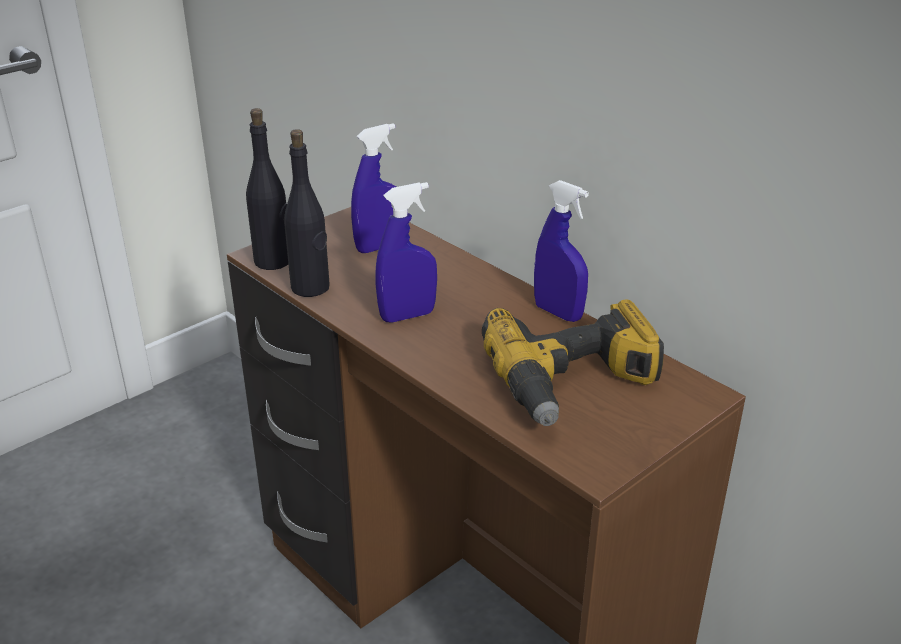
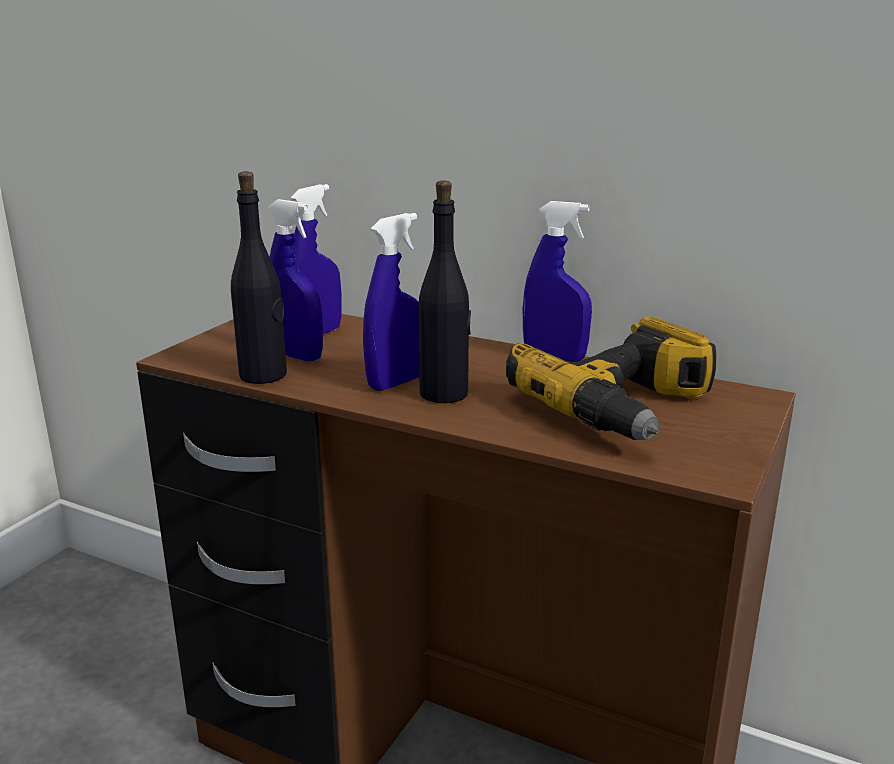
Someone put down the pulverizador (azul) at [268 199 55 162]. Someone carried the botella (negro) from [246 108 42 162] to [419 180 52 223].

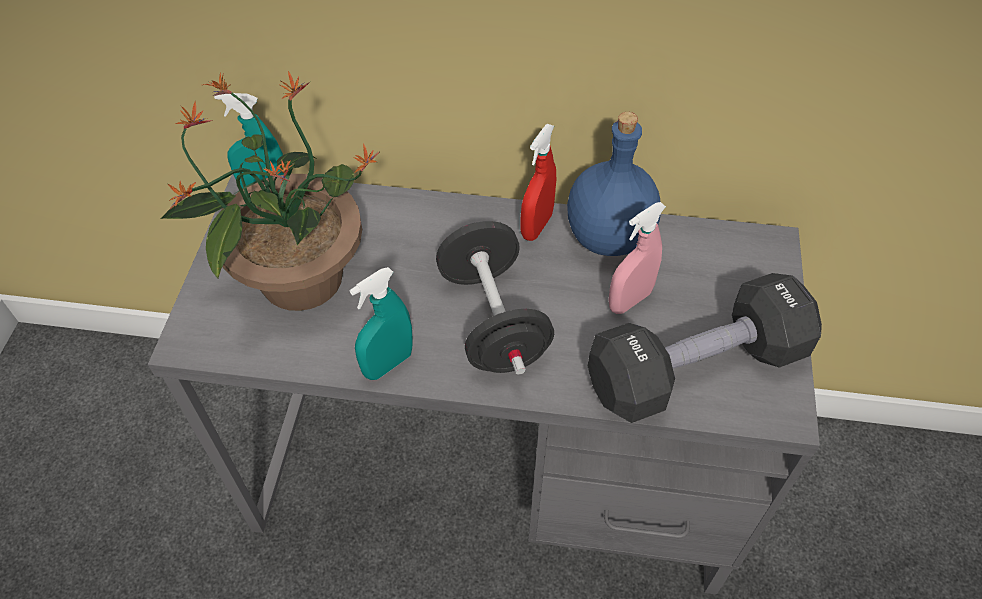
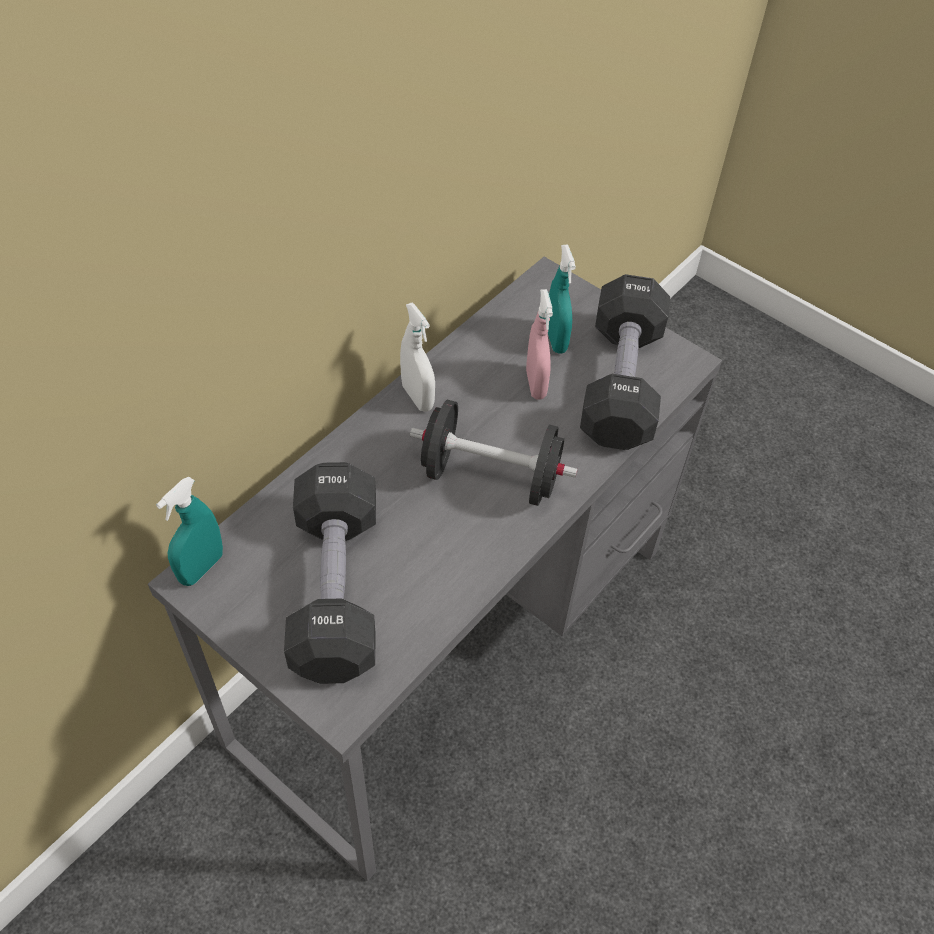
Someone took away the botella (azul) at [567 112 94 144]. Someone carried the pulverizador (turquesa) from [350 267 63 113] to [548 244 28 110]. Someone swapped the planta en maceta at [161 71 219 240] for the mancuerna (negro) at [284 462 92 222]. Someone repainted the pulverizador (rojo) at [521 124 35 117], which became the pulverizador (blanco) at [400 302 35 110].

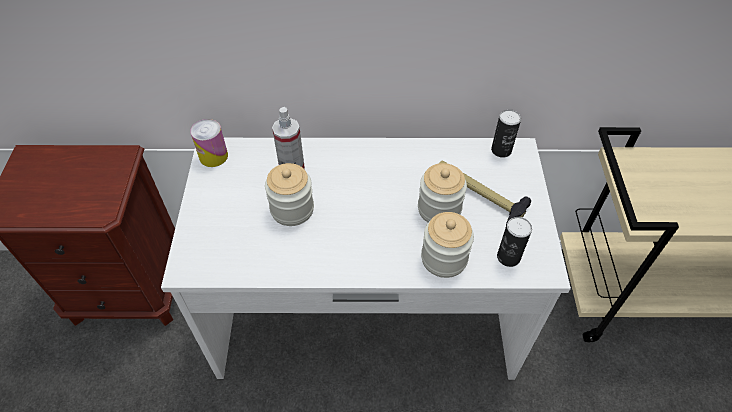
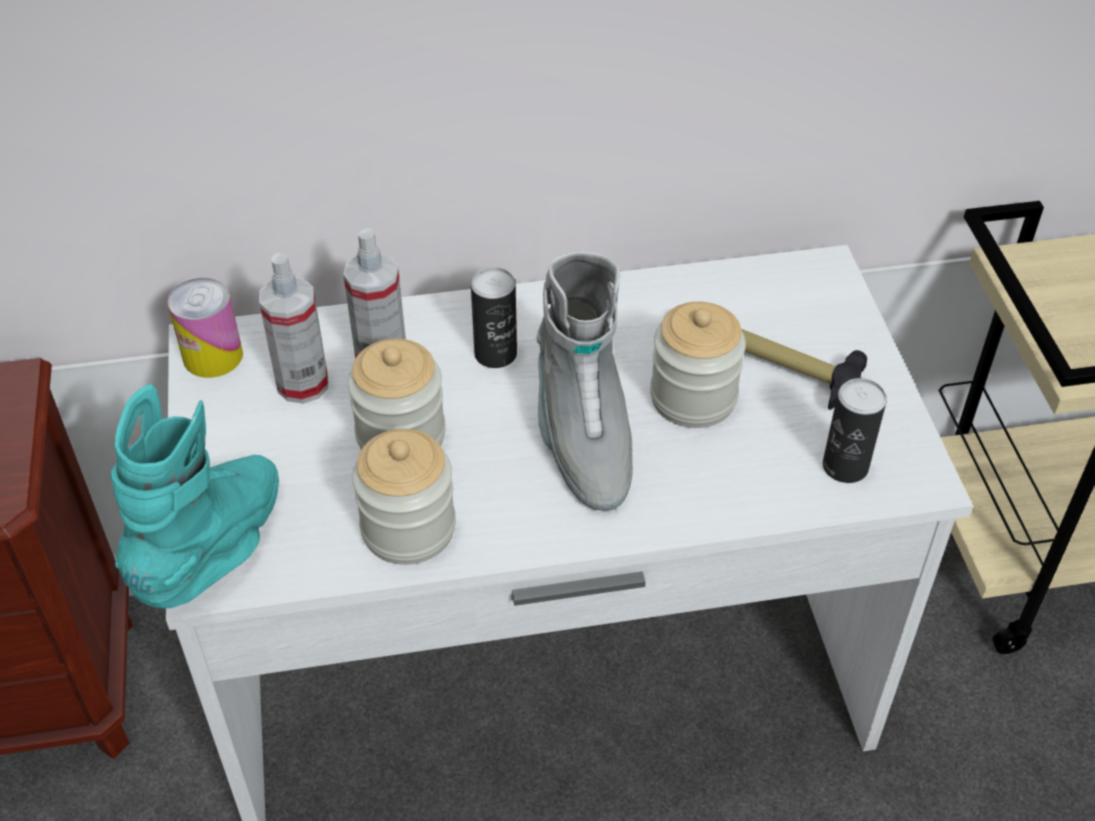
Someone put down the bota (turquesa) at [111 384 168 225]. Someone put down the pulverizador at [259 252 69 152]. Someone put down the bota (gris) at [536 251 97 260]. Someone carried the tarro from [421 212 53 66] to [352 429 104 136]. Someone carried the lata from [491 109 30 49] to [471 267 46 101].

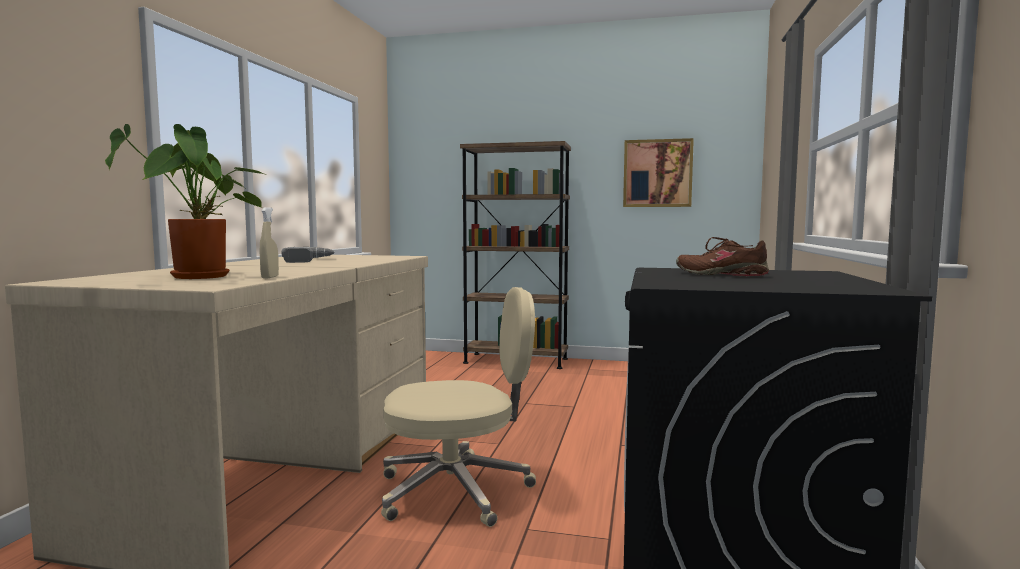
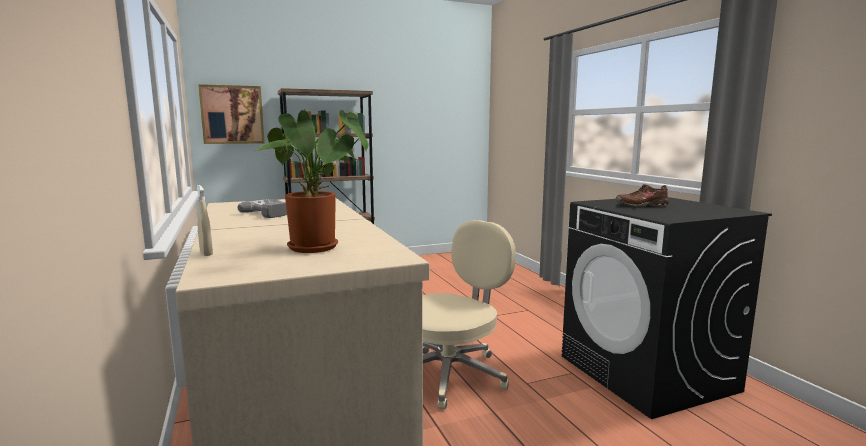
Someone carried the pulverizador (beis) from [259 207 20 72] to [197 185 16 71]. Someone carried the cuadro from [623 138 71 69] to [198 84 67 60].

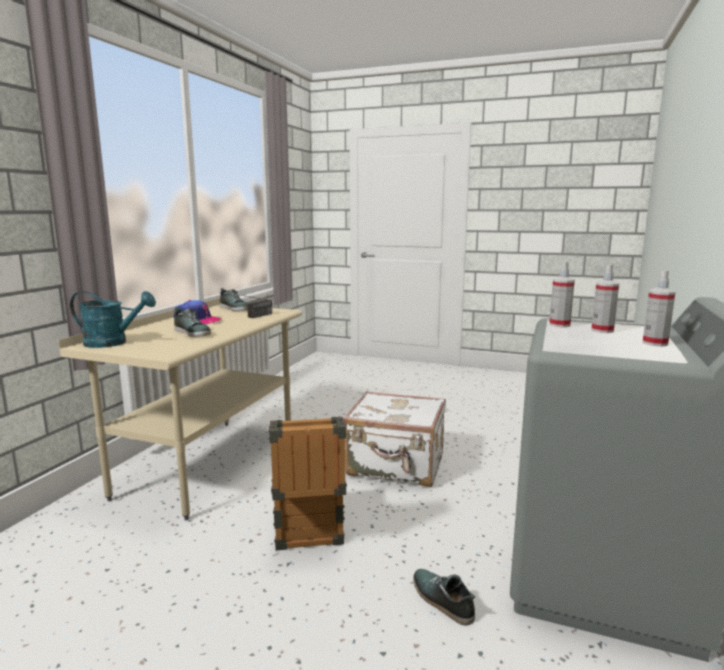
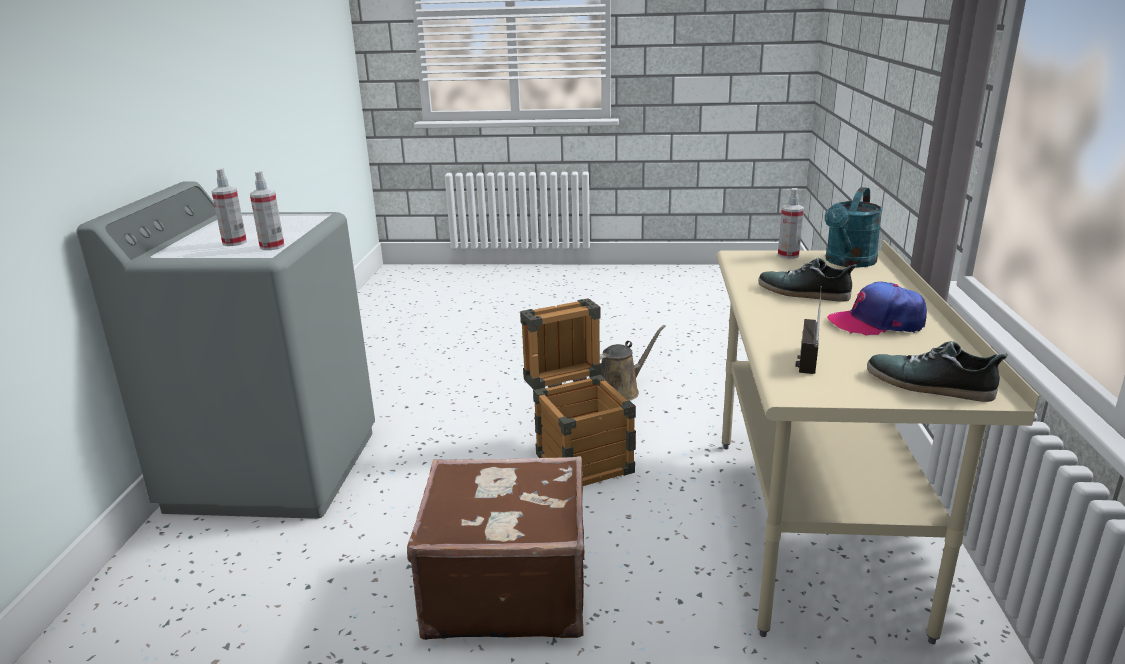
Someone took away the zapato at [413 569 63 57]. Someone put down the regadera (marrón) at [600 325 66 76]. Someone carried the pulverizador from [642 270 34 77] to [778 188 26 71]. Someone repainted the maleta (blanco) at [344 391 102 96], which became the maleta (marrón) at [407 456 177 184]. Someone rotated the regadera (turquesa) at [70 291 86 57] by 45 degrees counterclockwise.

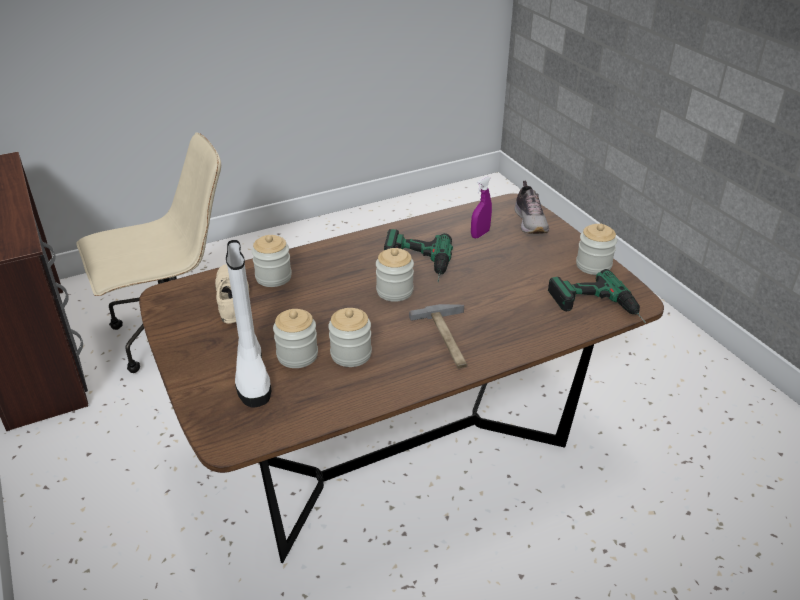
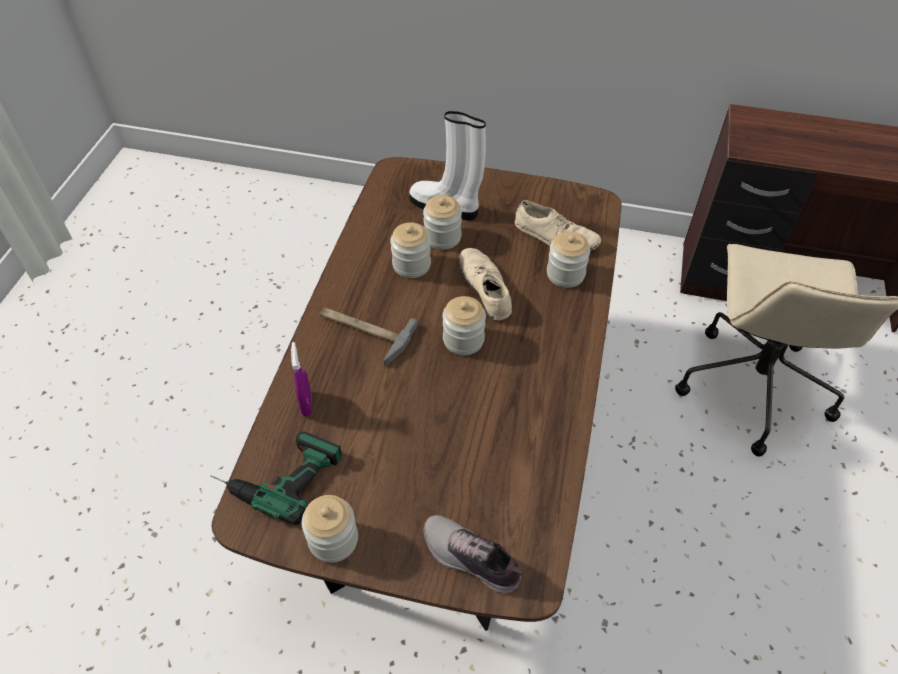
Someone took away the taladro at [384 229 69 53]. Someone put down the zapato (beis) at [459 248 53 72]. Someone carried the pulverizador (morado) from [471 176 21 62] to [291 342 21 74].

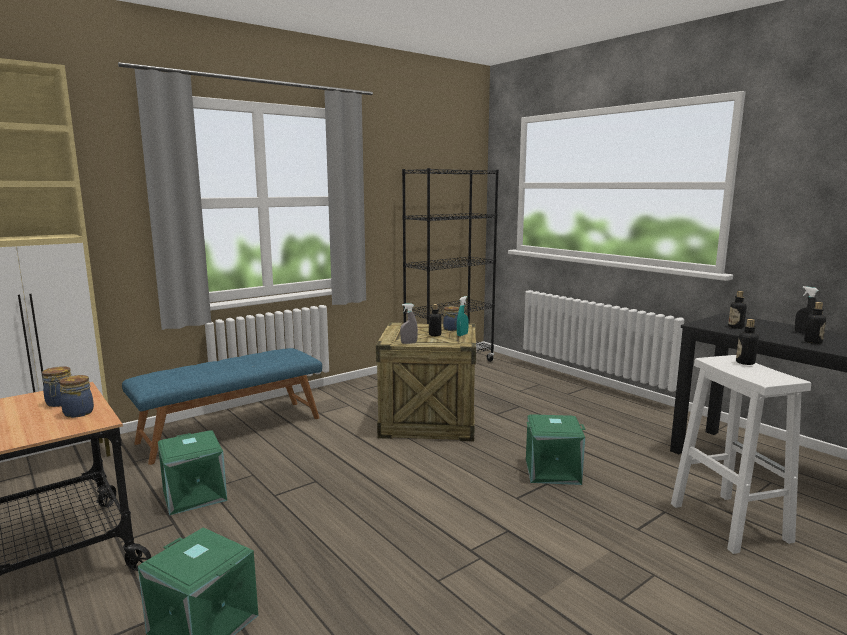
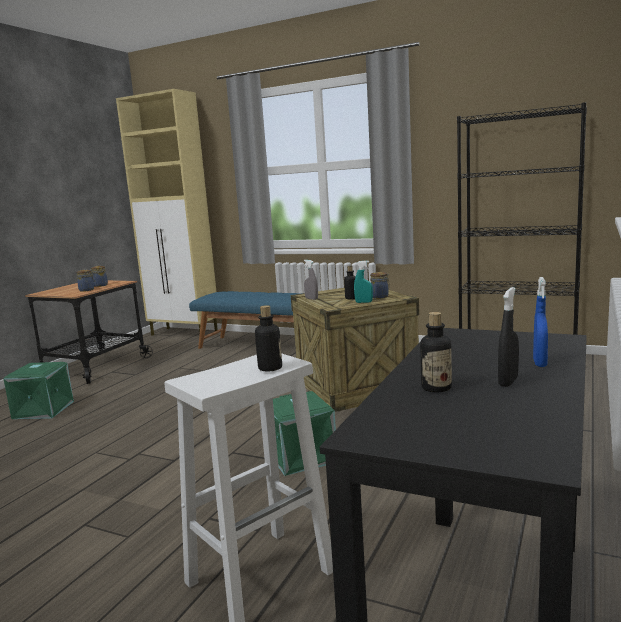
Someone took away the caja de almacenaje (verde) at [158 430 69 85]. Someone took away the botella at [728 291 19 38]. Someone put down the pulverizador (azul) at [533 277 15 90].

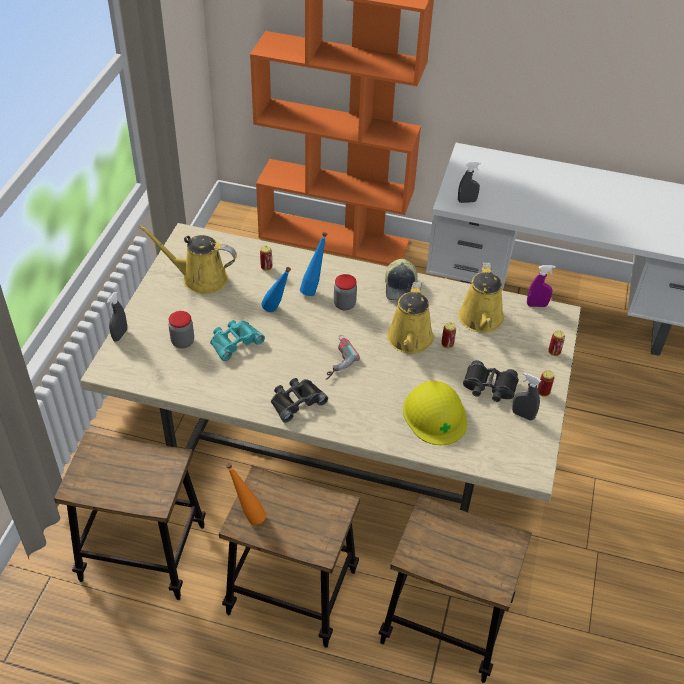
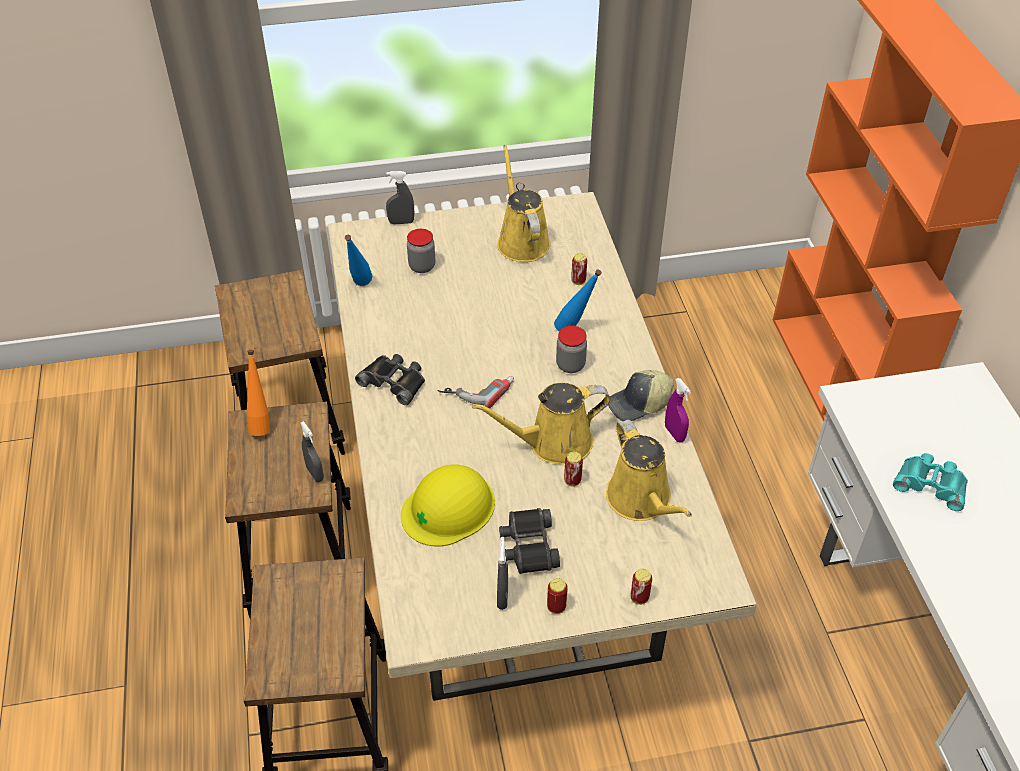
Someone carried the prismáticos (turquesa) from [210 320 55 41] to [893 453 75 58]. Someone carried the botella (azul) from [262 267 29 45] to [345 235 27 51]. Someone carried the pulverizador (gris) from [458 162 23 41] to [301 421 23 61]. Someone carried the pulverizador (morado) from [527 265 29 42] to [665 378 26 65]. Someone rotated the regadera (amarillo) at [459 262 45 71] by 90 degrees counterclockwise.

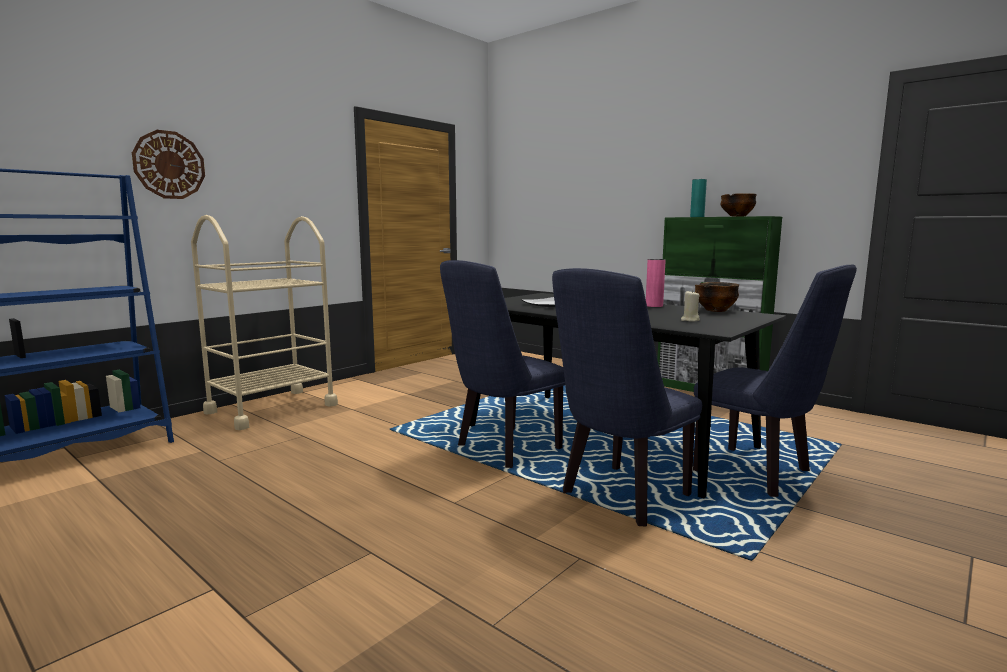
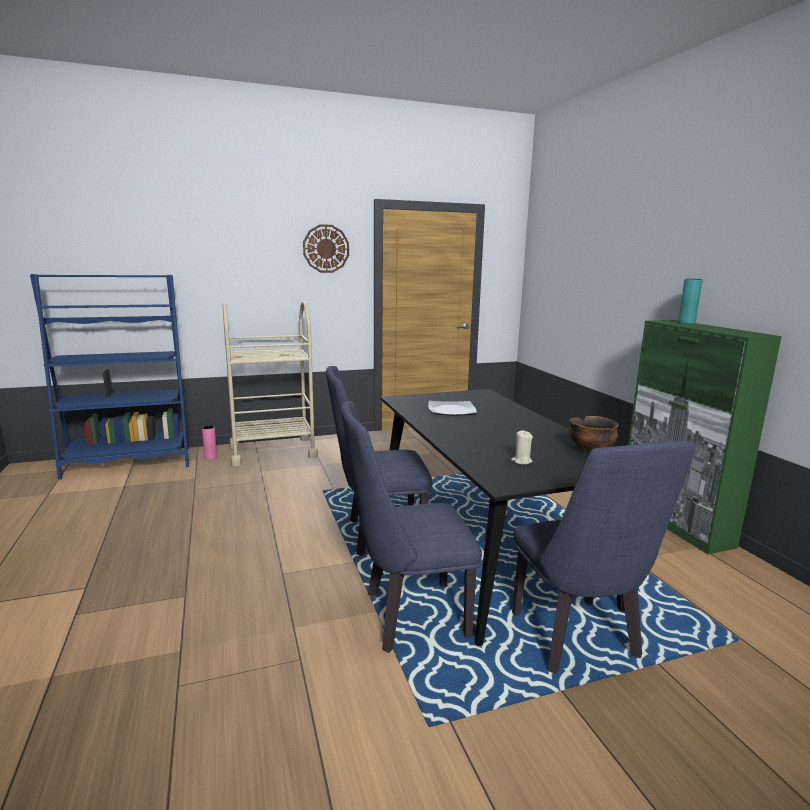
Someone took away the cuenco at [721 193 36 23]. Someone carried the reloj de pared from [132 130 73 69] to [303 224 46 49]. Someone carried the florero (rosa) from [646 259 20 48] to [202 425 15 35].

